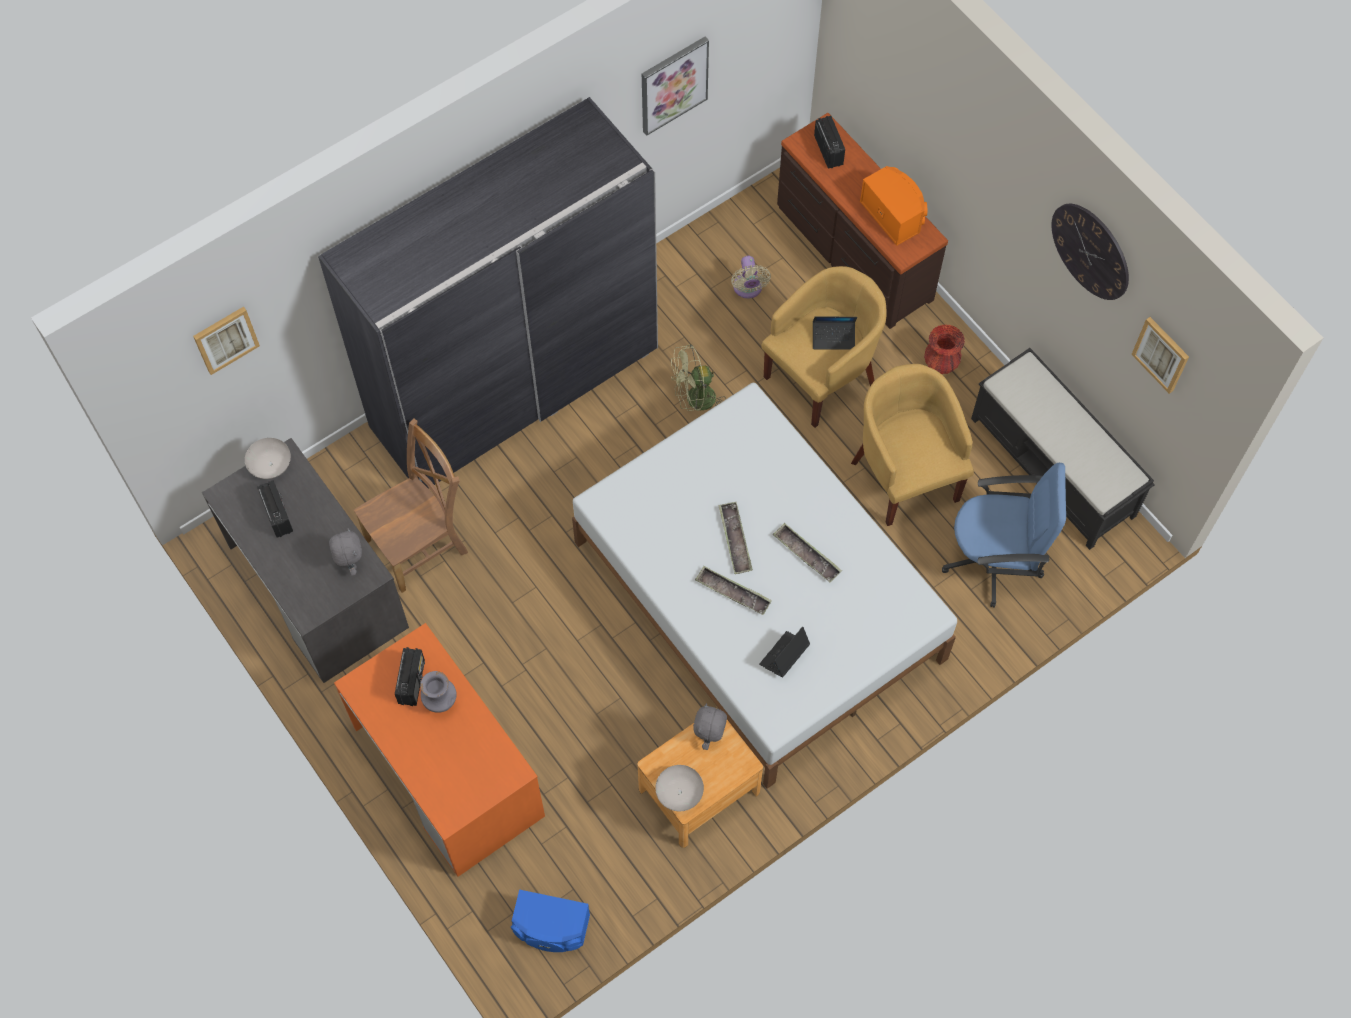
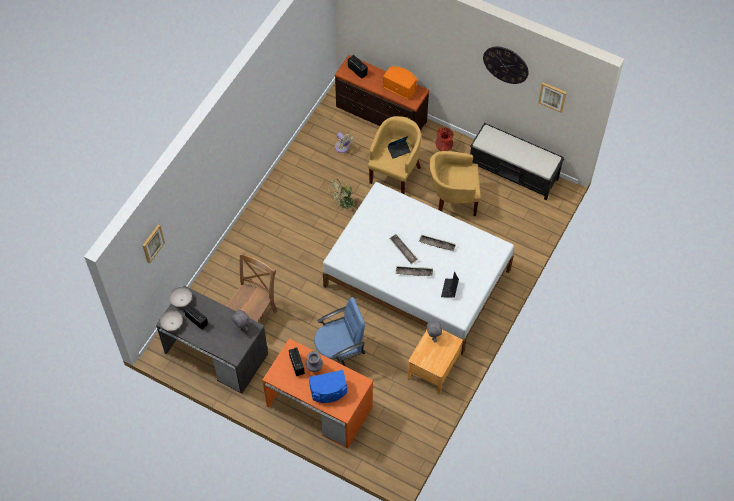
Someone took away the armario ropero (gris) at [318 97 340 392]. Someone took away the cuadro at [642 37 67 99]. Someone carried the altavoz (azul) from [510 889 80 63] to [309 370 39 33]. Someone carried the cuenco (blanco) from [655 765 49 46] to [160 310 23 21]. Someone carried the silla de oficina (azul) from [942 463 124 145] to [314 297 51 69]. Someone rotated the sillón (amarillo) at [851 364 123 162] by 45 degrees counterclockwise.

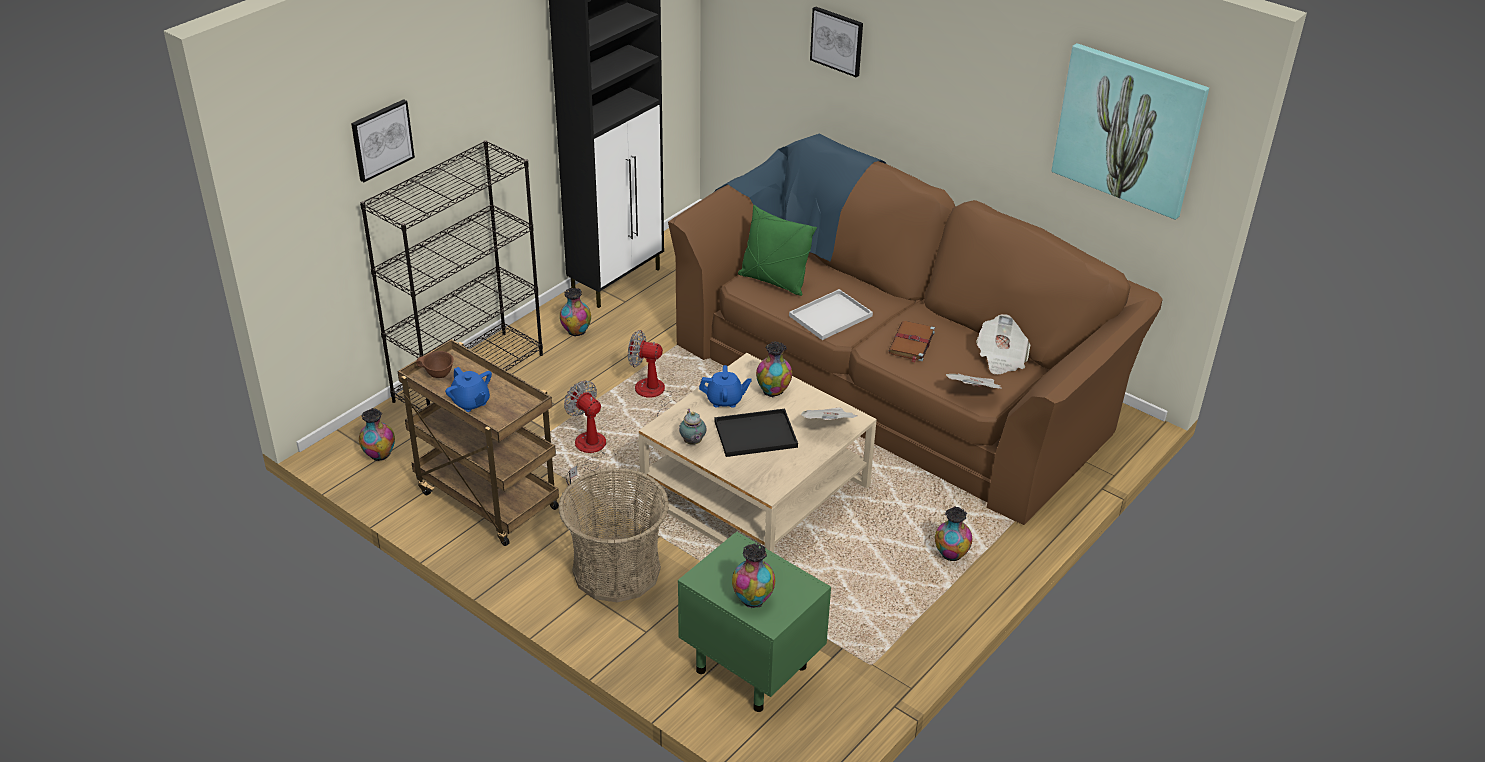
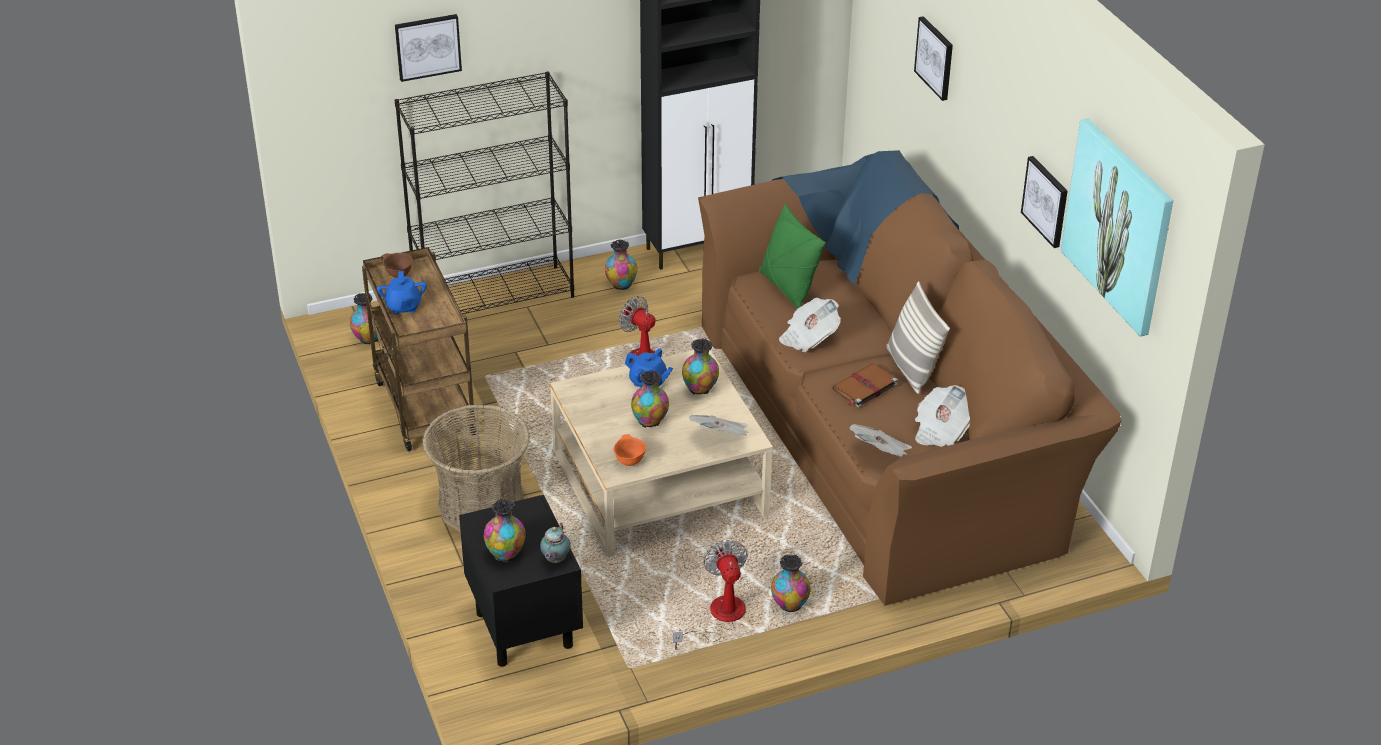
Someone put down the cuenco (naranja) at [614 434 32 32]. Someone put down the cojín at [886 281 64 113]. Someone put up the cuadro at [1021 156 47 92]. Someone carried the ventilador from [564 381 42 104] to [673 540 75 110]. Someone carried the tetera from [679 409 27 36] to [540 523 31 40]. Someone swapped the bandeja (negro) at [714 409 84 48] for the florero at [631 370 38 58]. Someone swapped the bandeja (blanco) at [789 289 84 51] for the periódico at [779 298 62 54]. Someone repainted the mesita de noche (verde) at [678 532 153 180], which became the mesita de noche (negro) at [459 495 124 172].

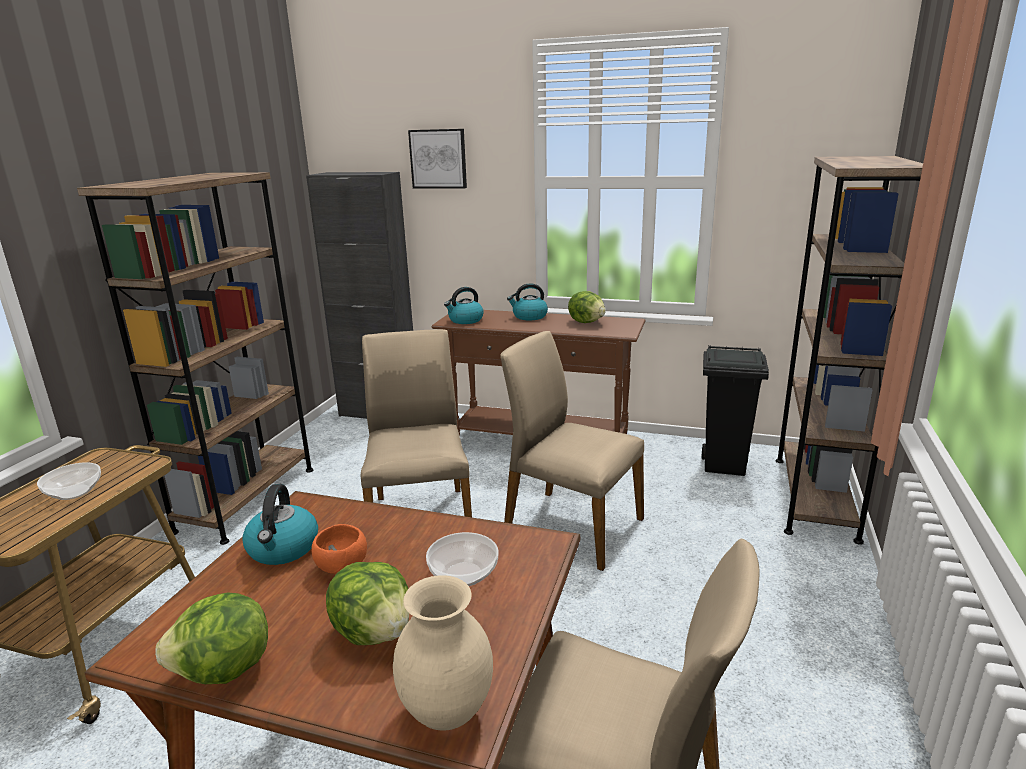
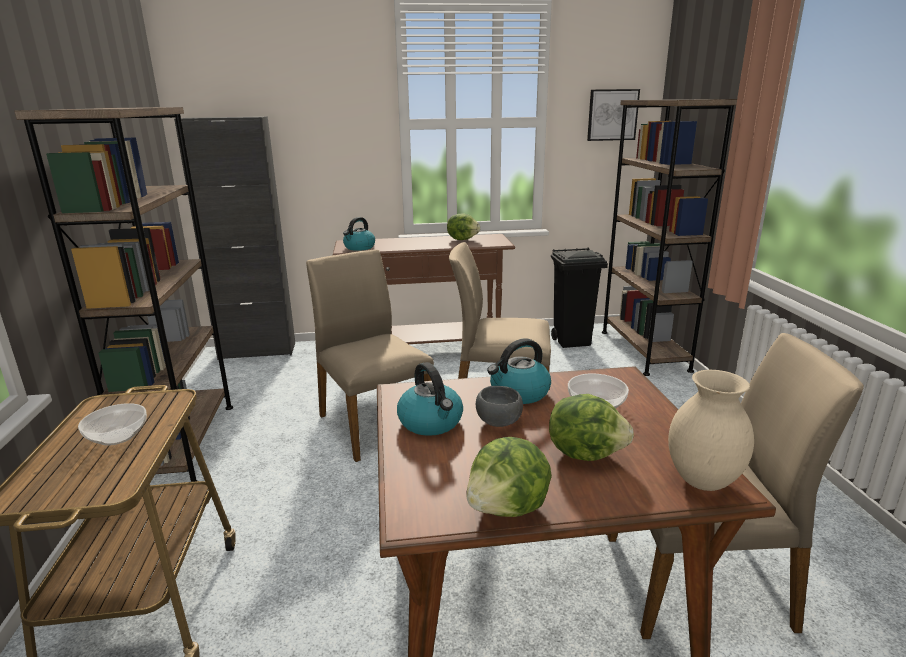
Someone carried the cuadro from [408 129 59 59] to [587 89 53 52]. Someone carried the hervidor from [507 283 41 37] to [487 339 64 65]. Someone repainted the cuenco (naranja) at [311 524 56 50], which became the cuenco (gris) at [476 386 47 41].

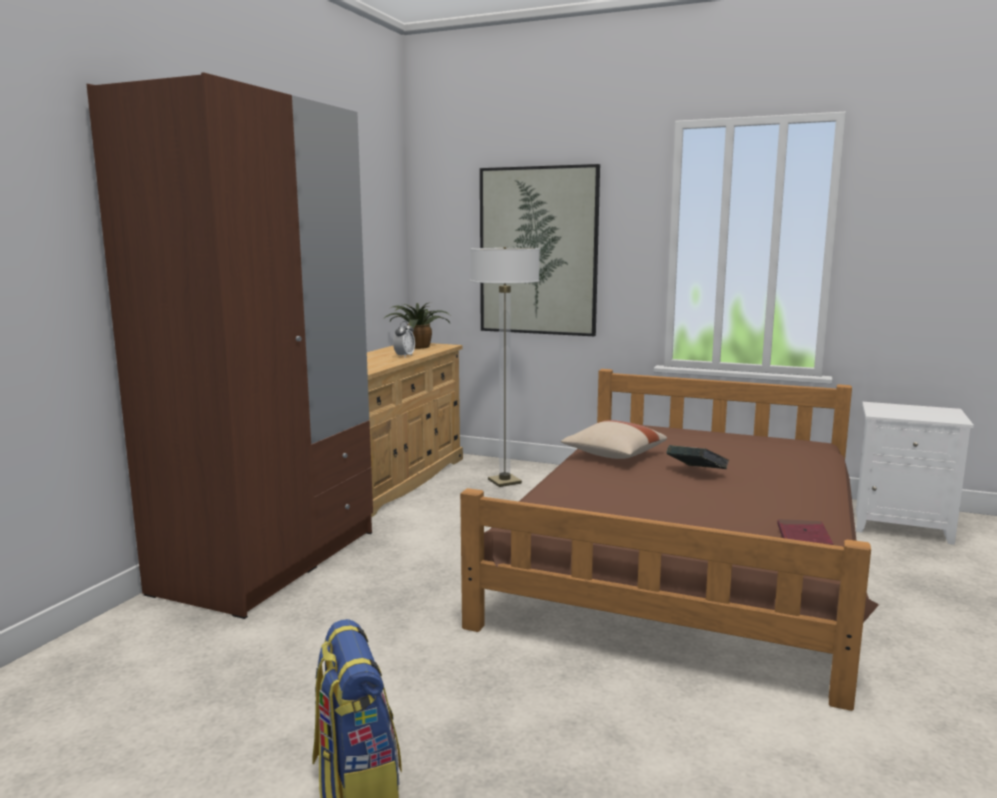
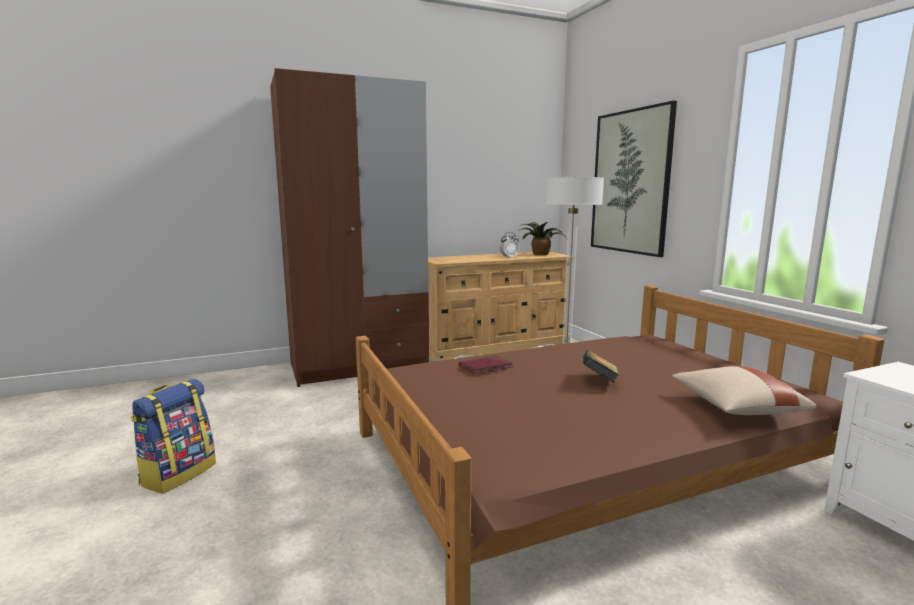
Someone carried the cojín (beis) from [561 420 106 39] to [672 366 145 49]. Someone carried the libro (rojo) from [778 519 56 26] to [459 356 54 18].

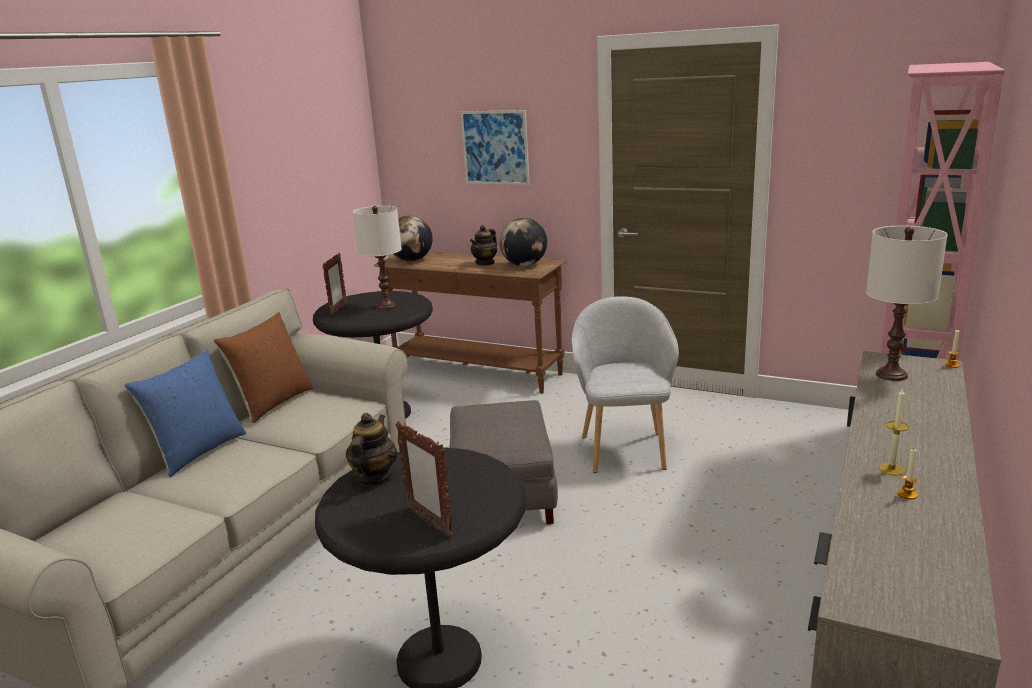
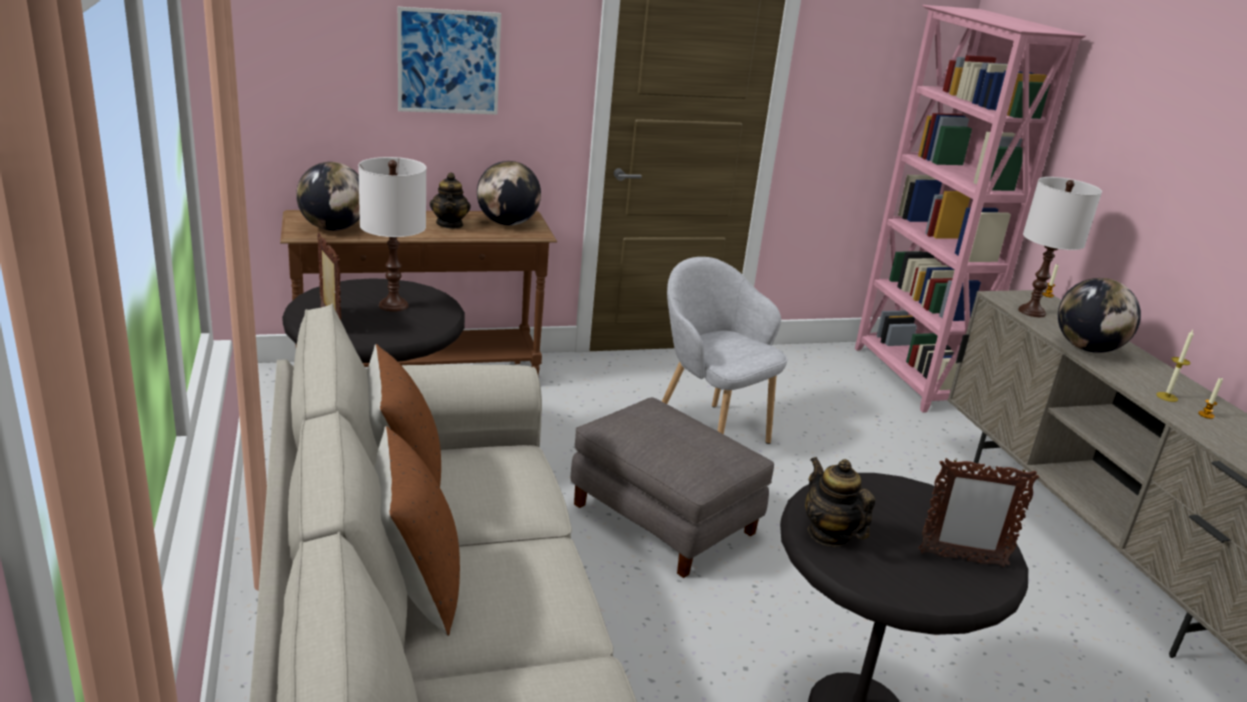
Someone put down the globo terráqueo at [1058 278 83 75]. Someone repainted the cojín (azul) at [124 349 122 128], which became the cojín (marrón) at [375 426 85 210].

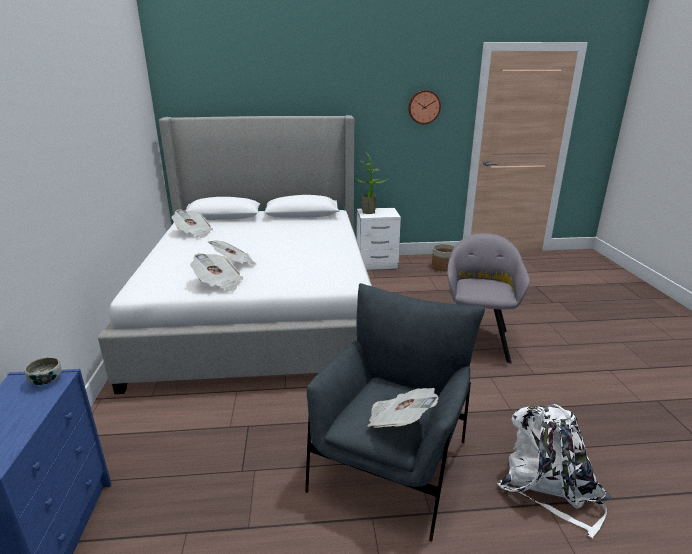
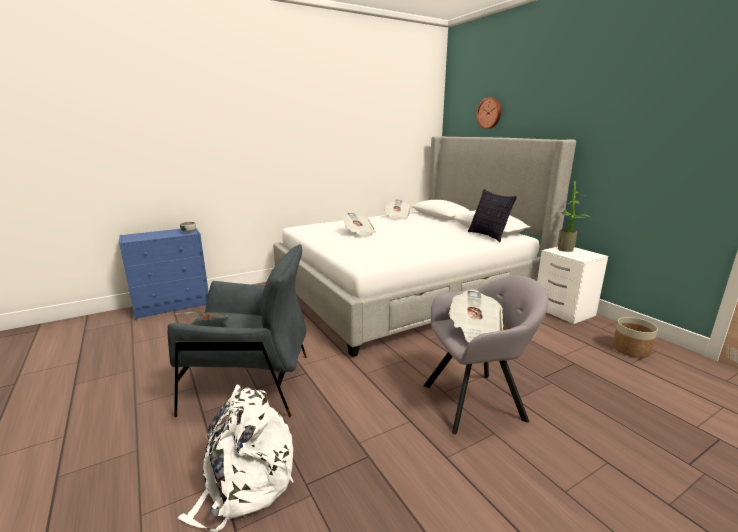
Someone put down the cojín at [468 189 49 53]. Someone carried the periódico from [190 253 53 39] to [448 289 55 54]. Someone carried the reloj de pared from [408 90 33 34] to [477 97 24 32].

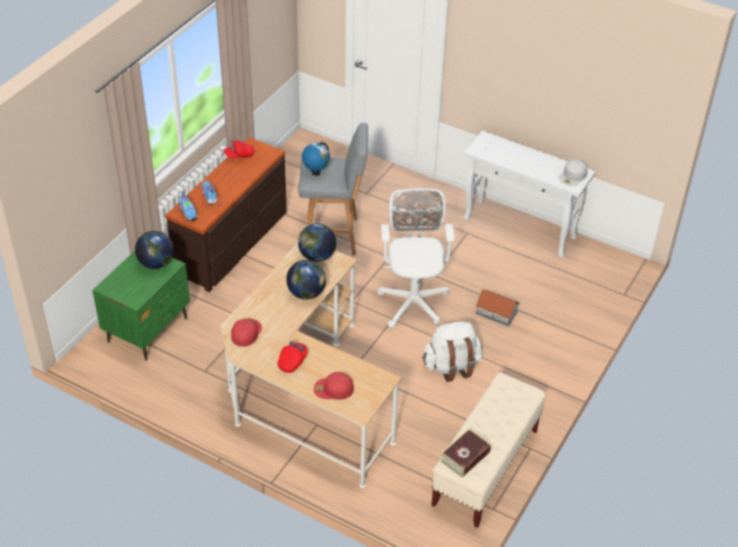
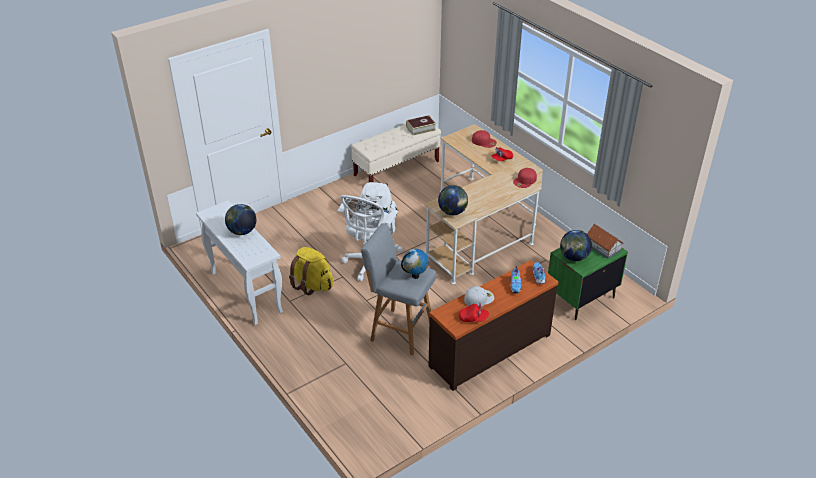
Someone put down the mochila (amarillo) at [289 247 44 48]. Someone carried the globo terráqueo from [286 260 40 40] to [225 204 31 31]. Someone carried the casita from [475 290 45 36] to [587 224 37 35]. Someone carried the gorra (blanco) from [559 159 29 27] to [464 286 30 20].

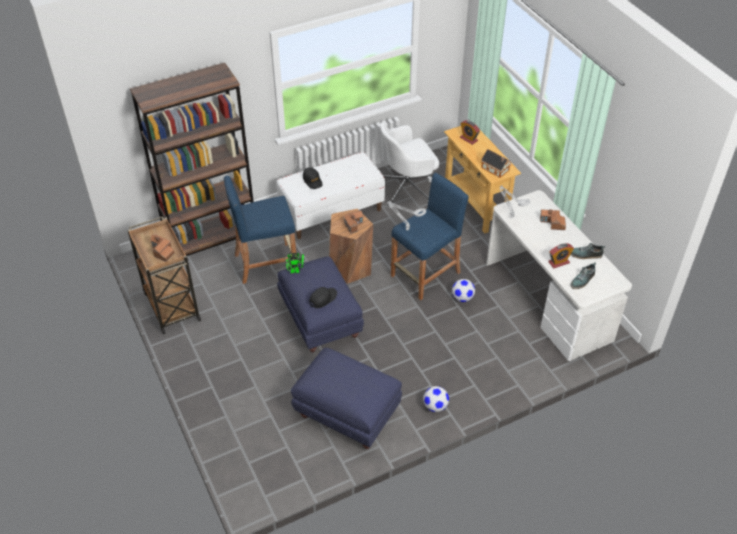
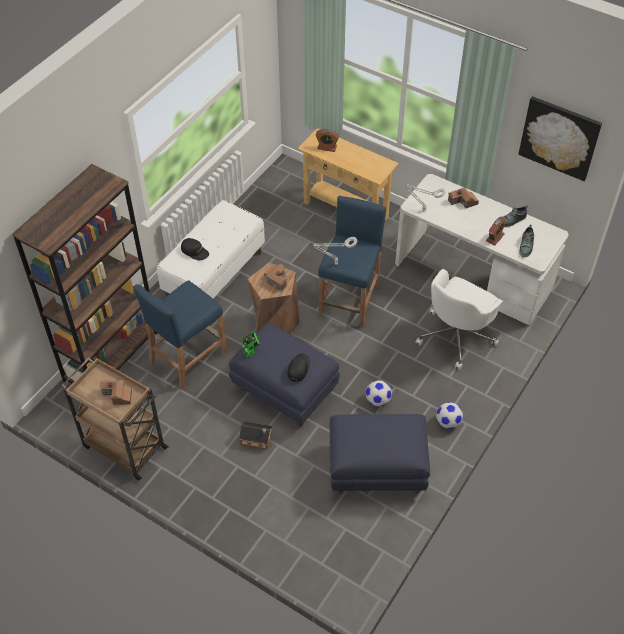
Someone put up the cuadro at [518 96 84 85]. Someone carried the silla de oficina (blanco) from [380 123 59 85] to [415 269 88 101]. Someone carried the balón de fútbol from [452 279 23 23] to [366 380 26 26]. Someone carried the casita from [481 149 30 29] to [239 421 34 28].

